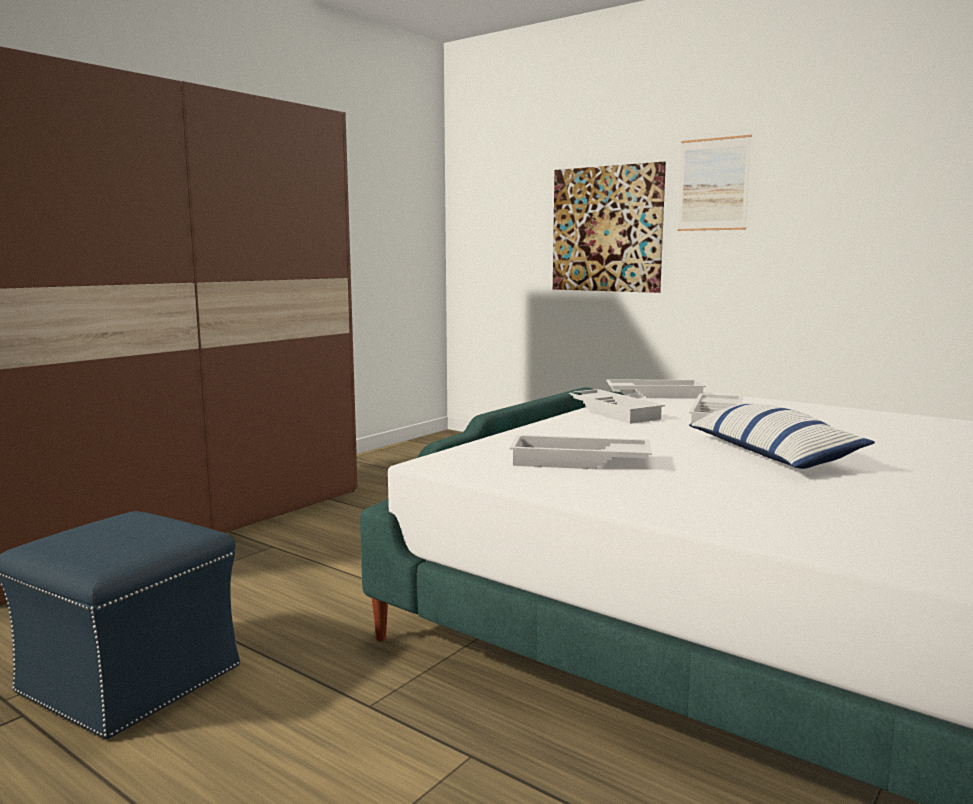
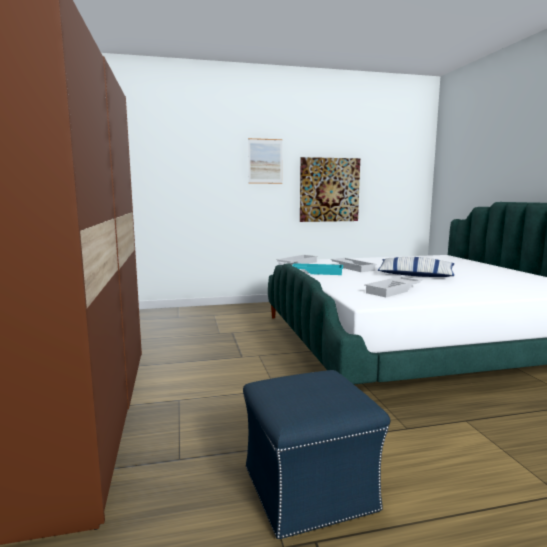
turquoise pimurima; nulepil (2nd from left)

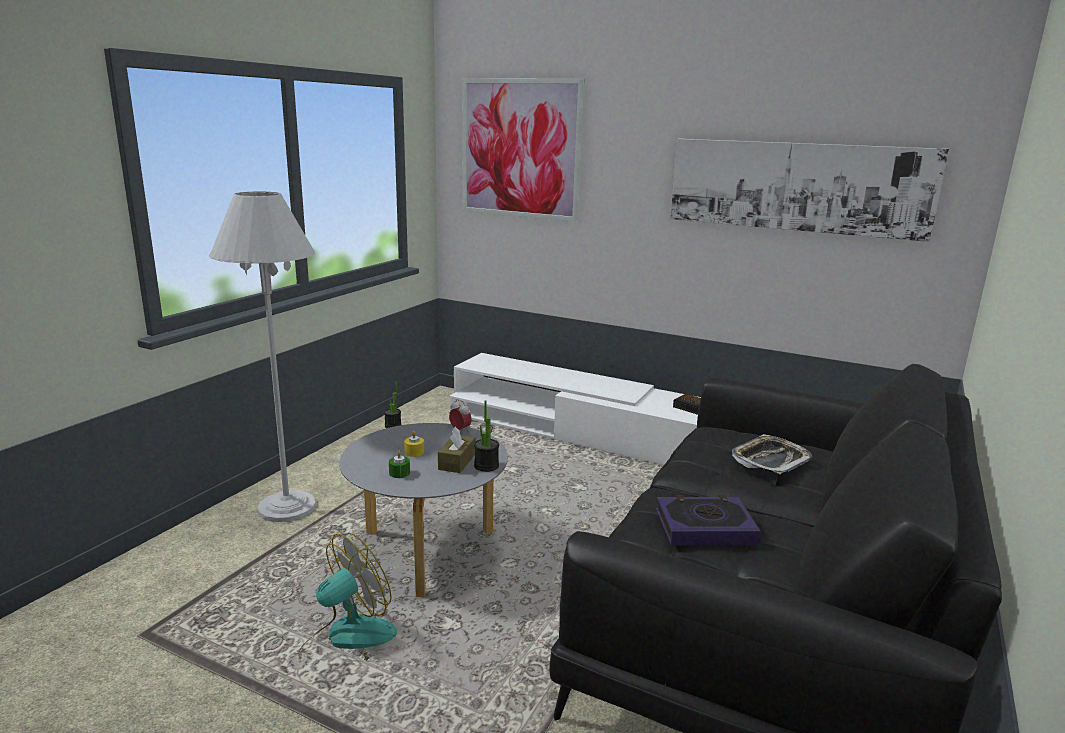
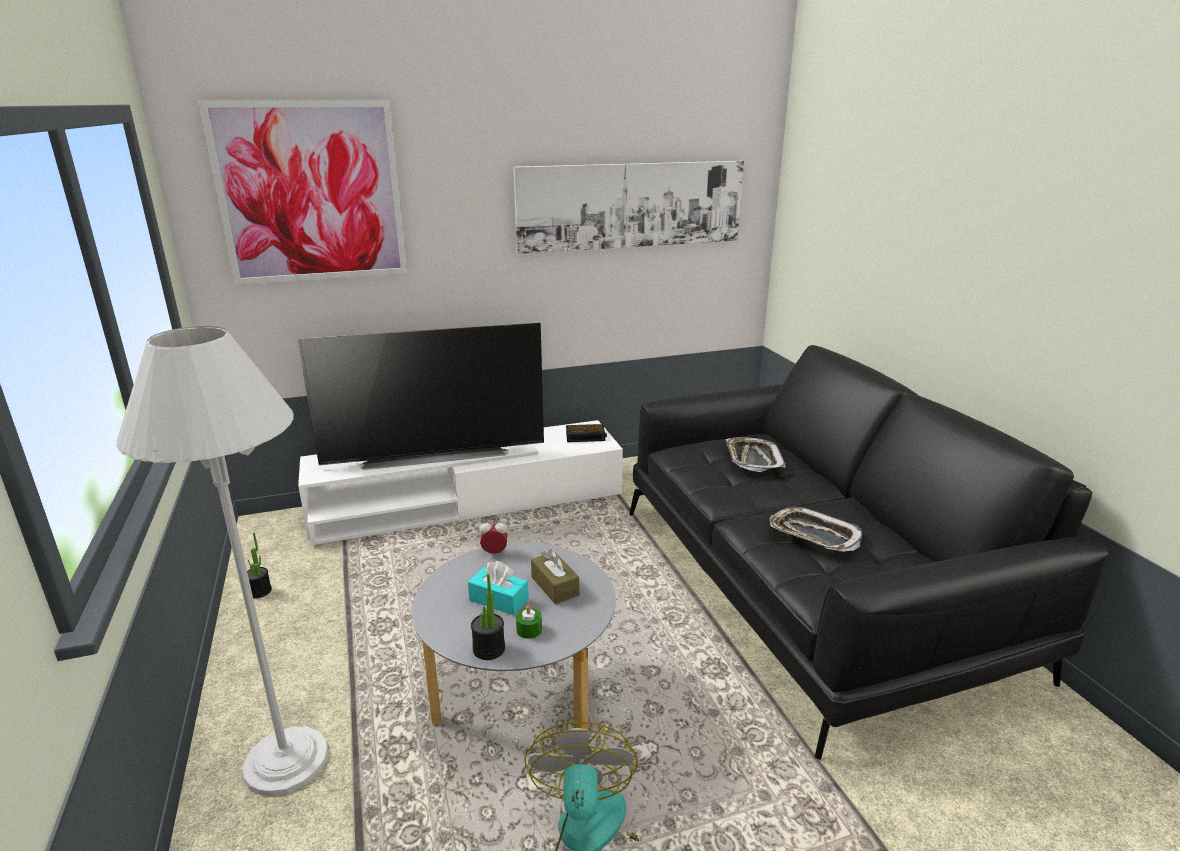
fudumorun; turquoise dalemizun; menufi (2nd from left); pimurima (2nd from left)

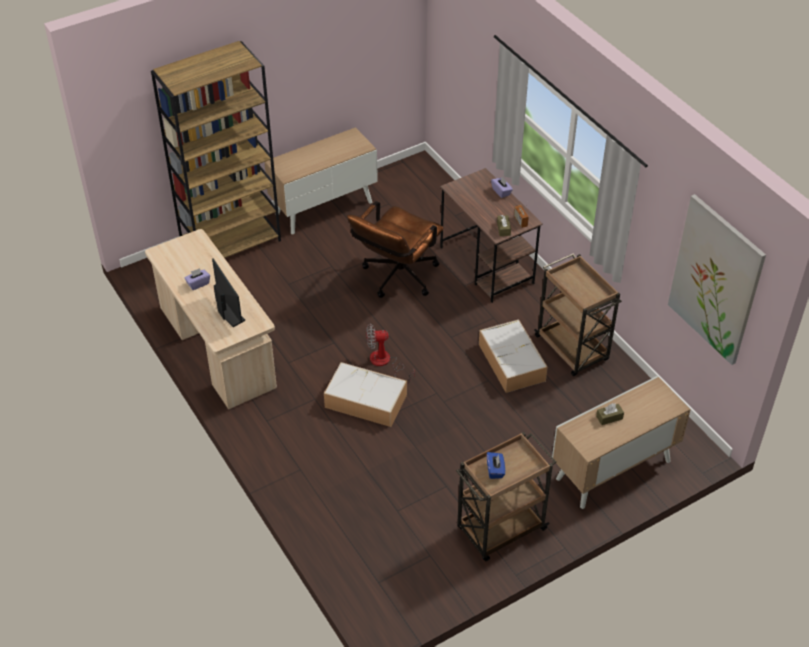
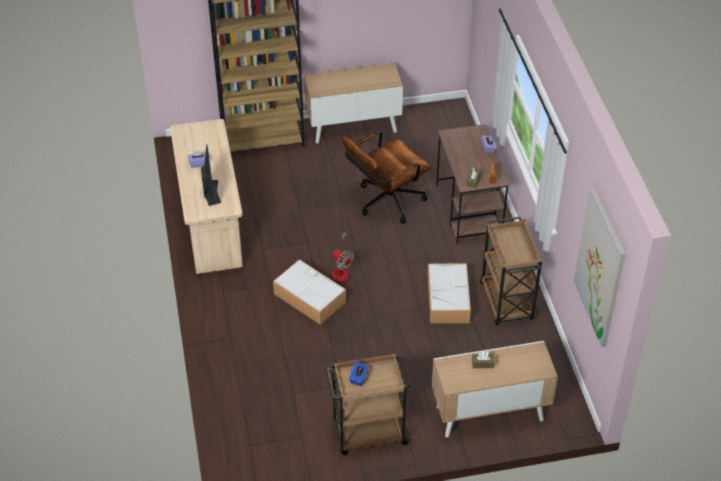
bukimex

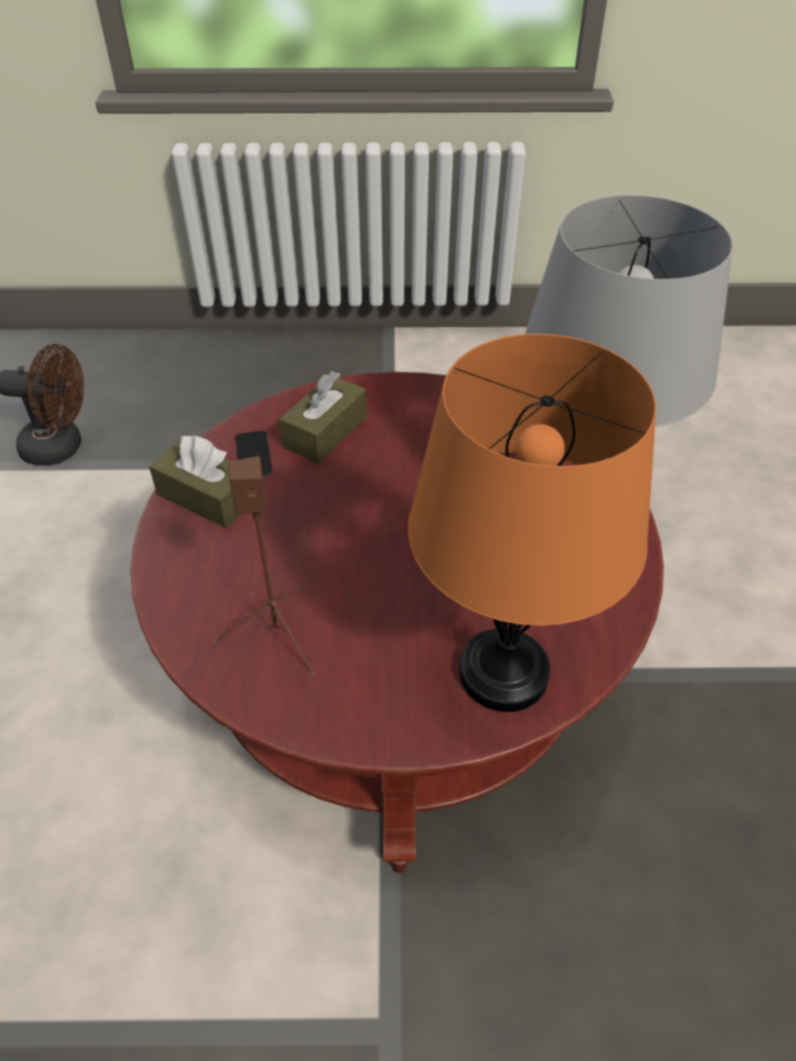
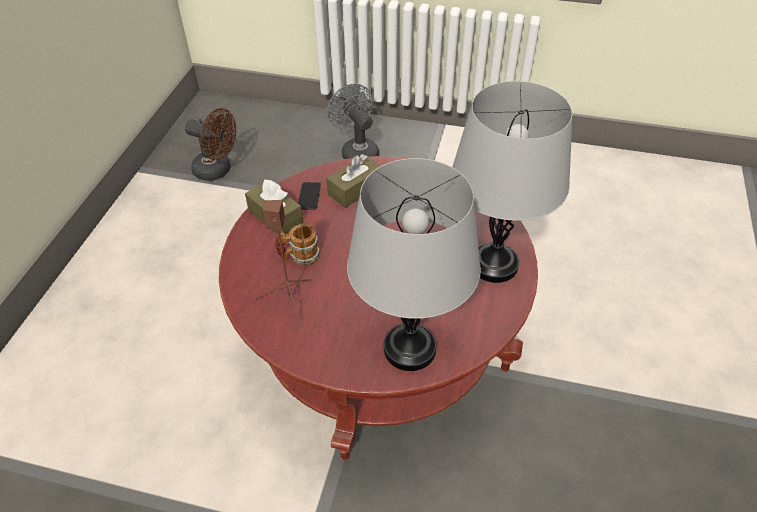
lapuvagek; grey bukimex; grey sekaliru (1st from left)

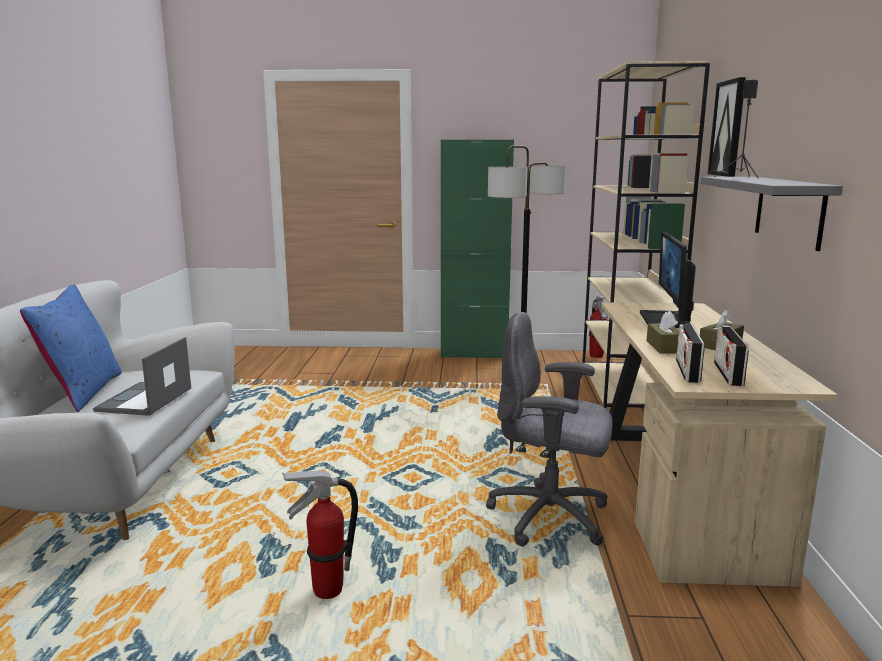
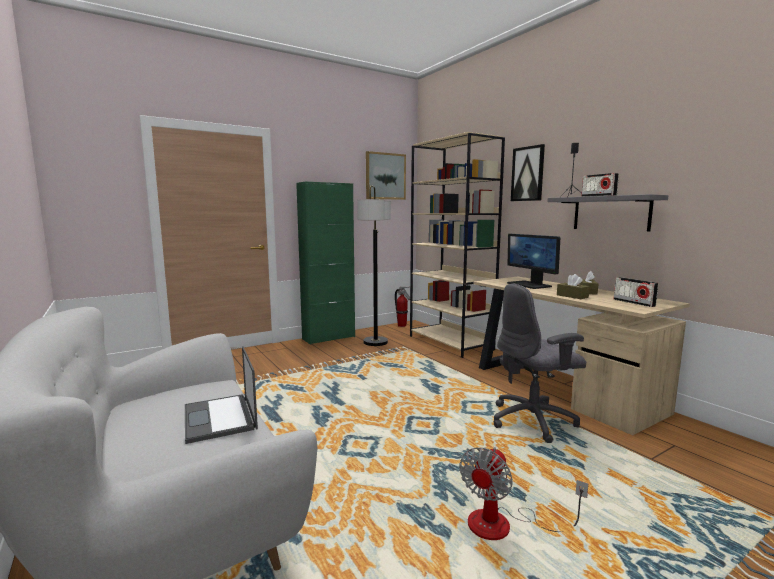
nulepil (1st from left); bukimex; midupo (1st from left); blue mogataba

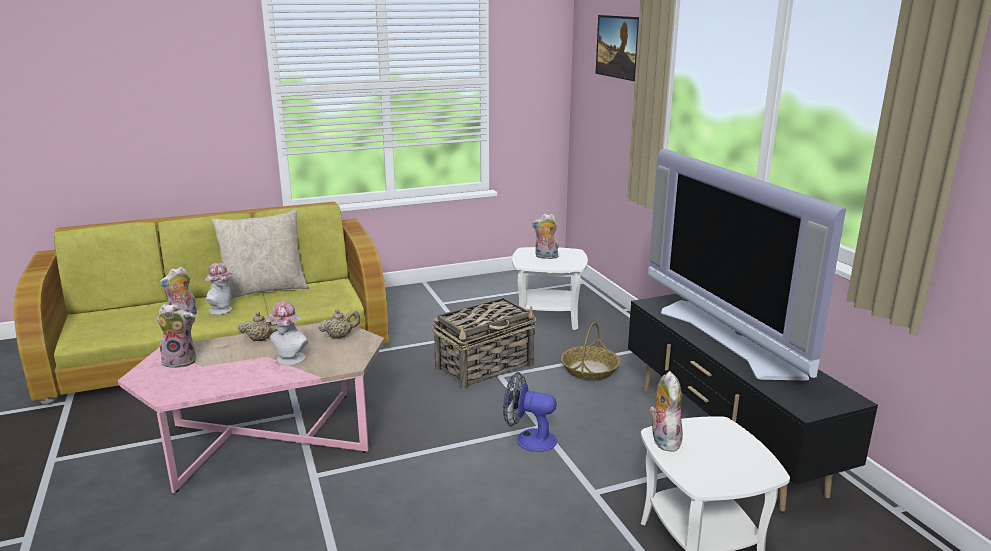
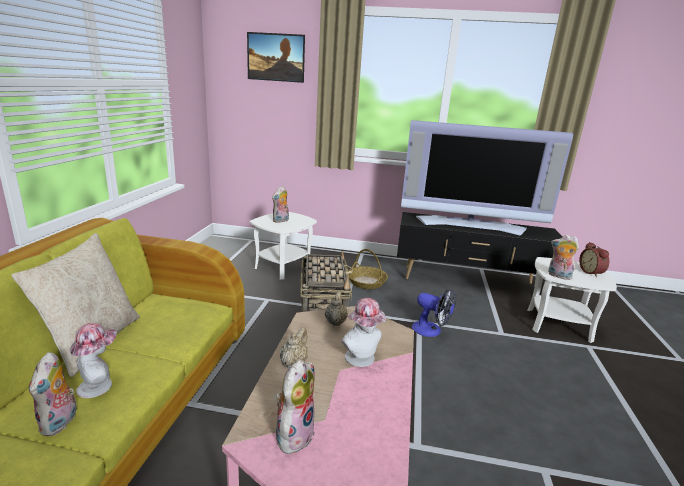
bukimex; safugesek

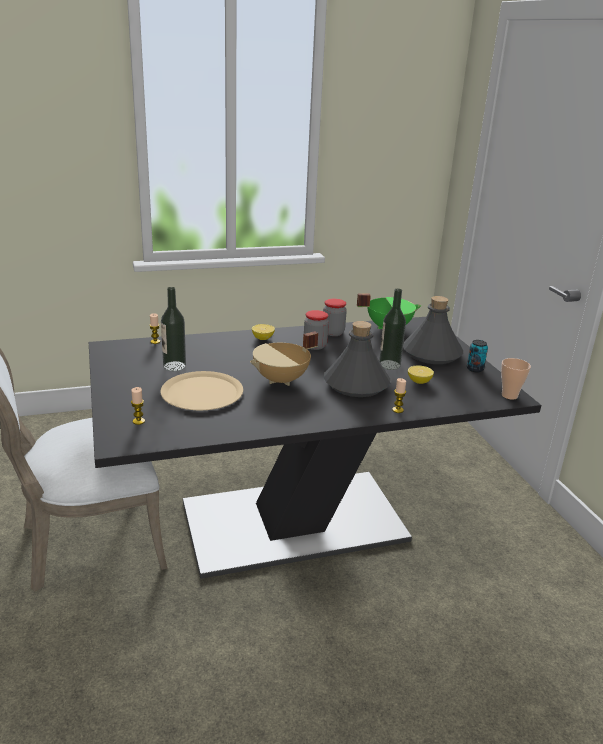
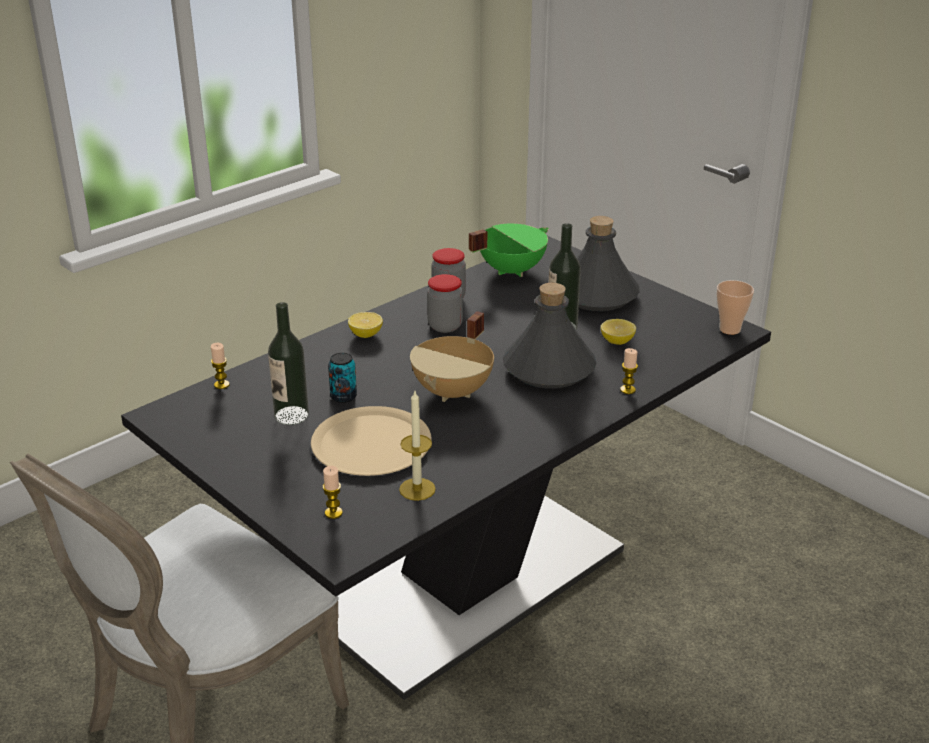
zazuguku; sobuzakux (3rd from left)

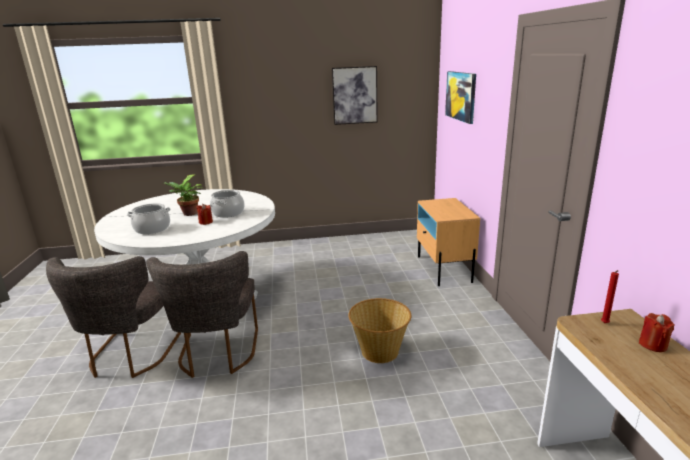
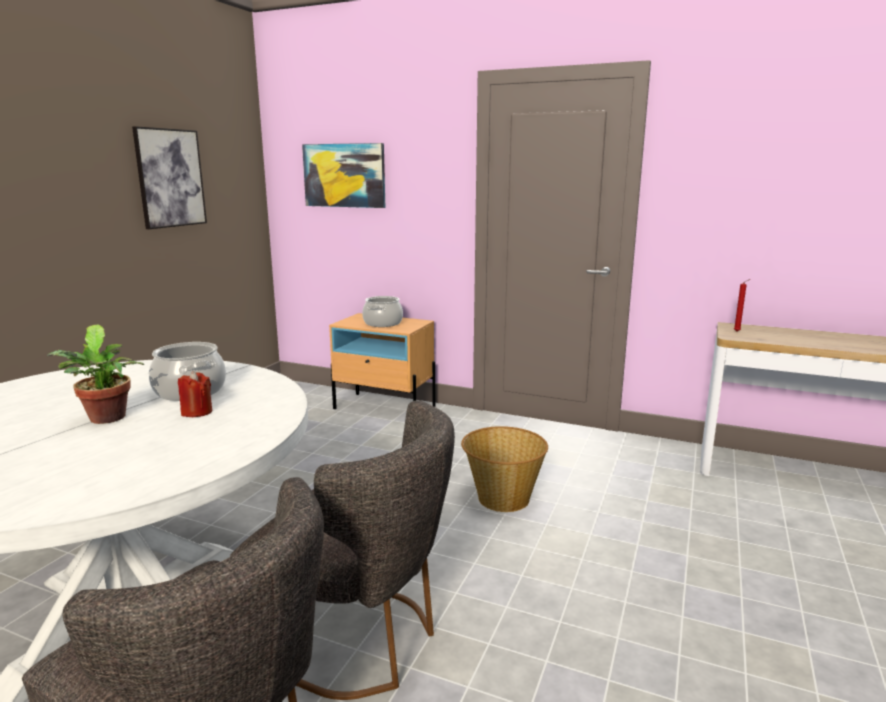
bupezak (2nd from left); red sobuzakux (3rd from left in the first image)

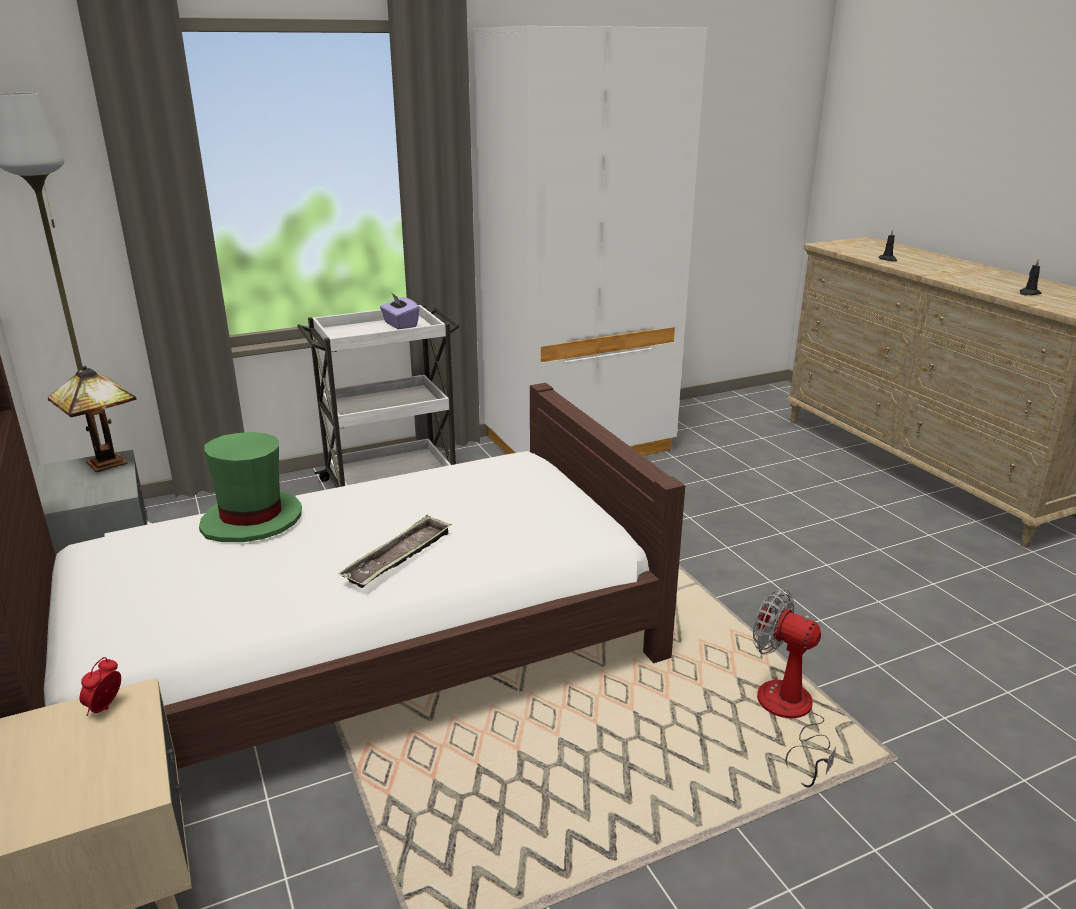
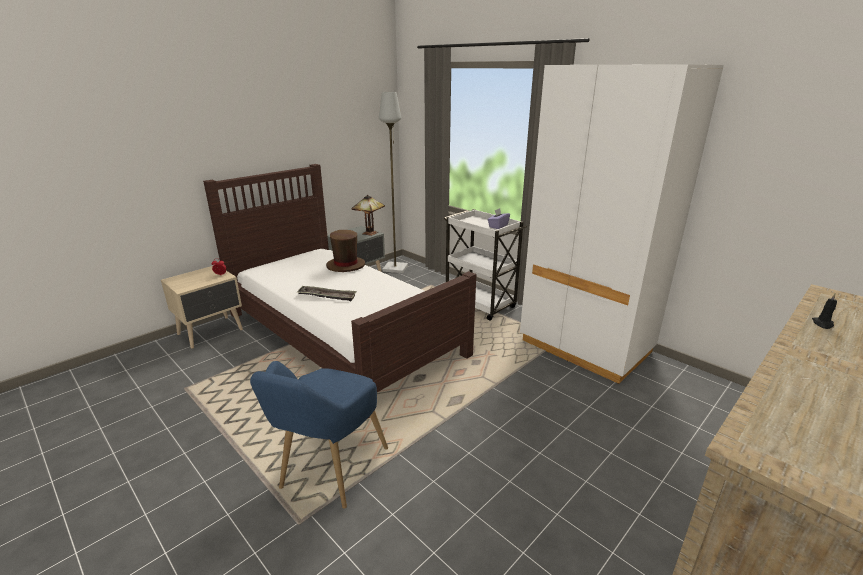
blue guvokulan; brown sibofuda; black sobuzakux (2nd from left in the first image)

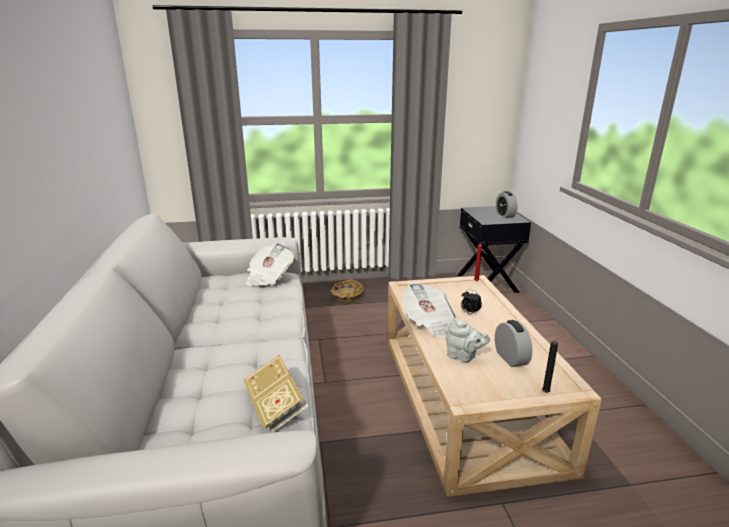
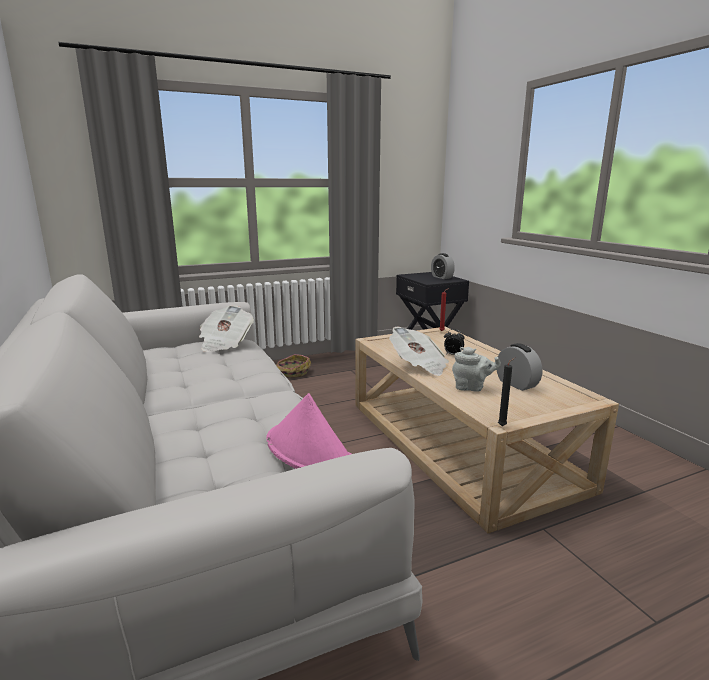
pink sibofuda; black sobuzakux

